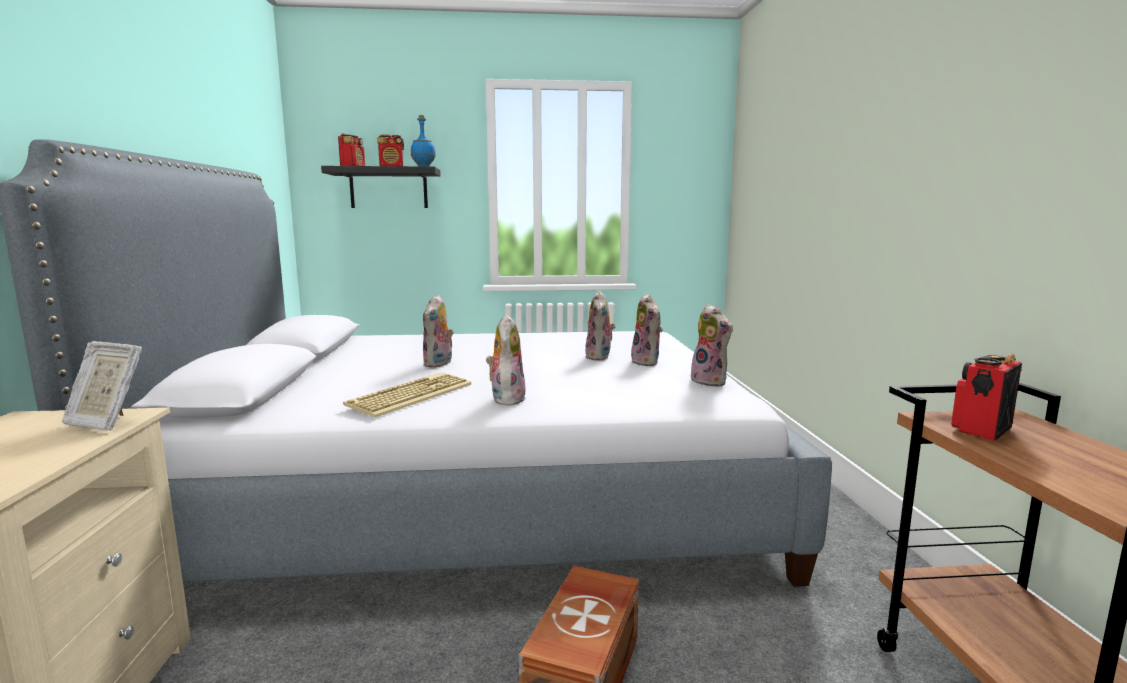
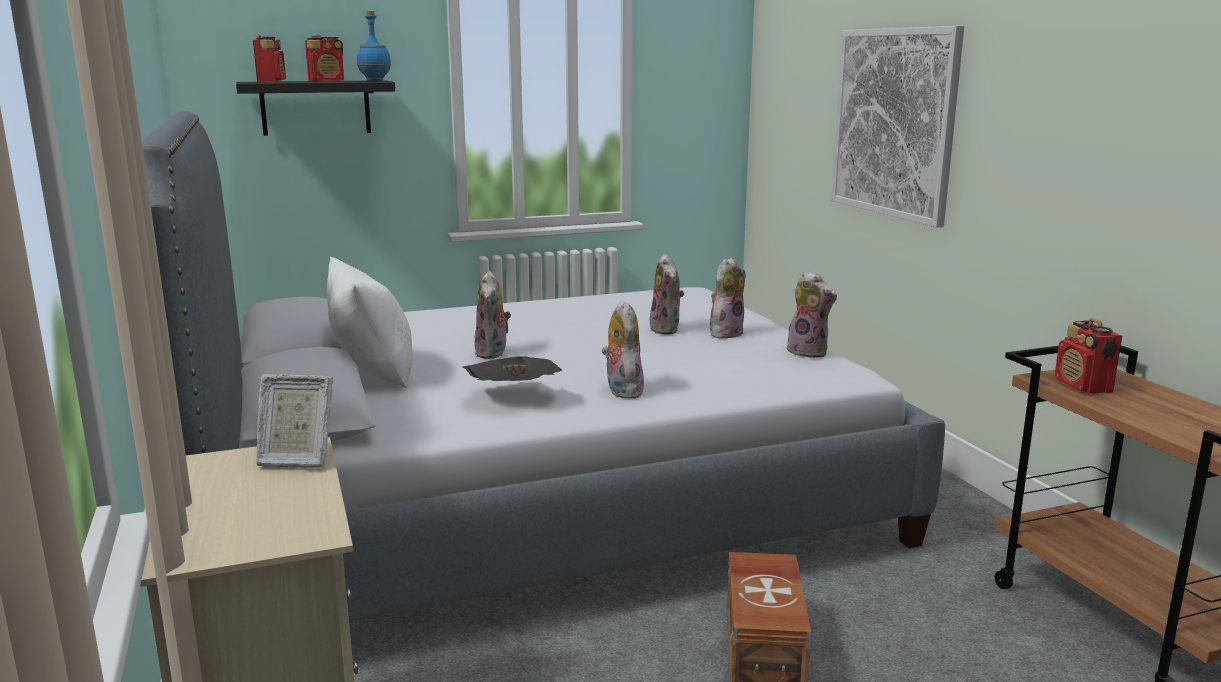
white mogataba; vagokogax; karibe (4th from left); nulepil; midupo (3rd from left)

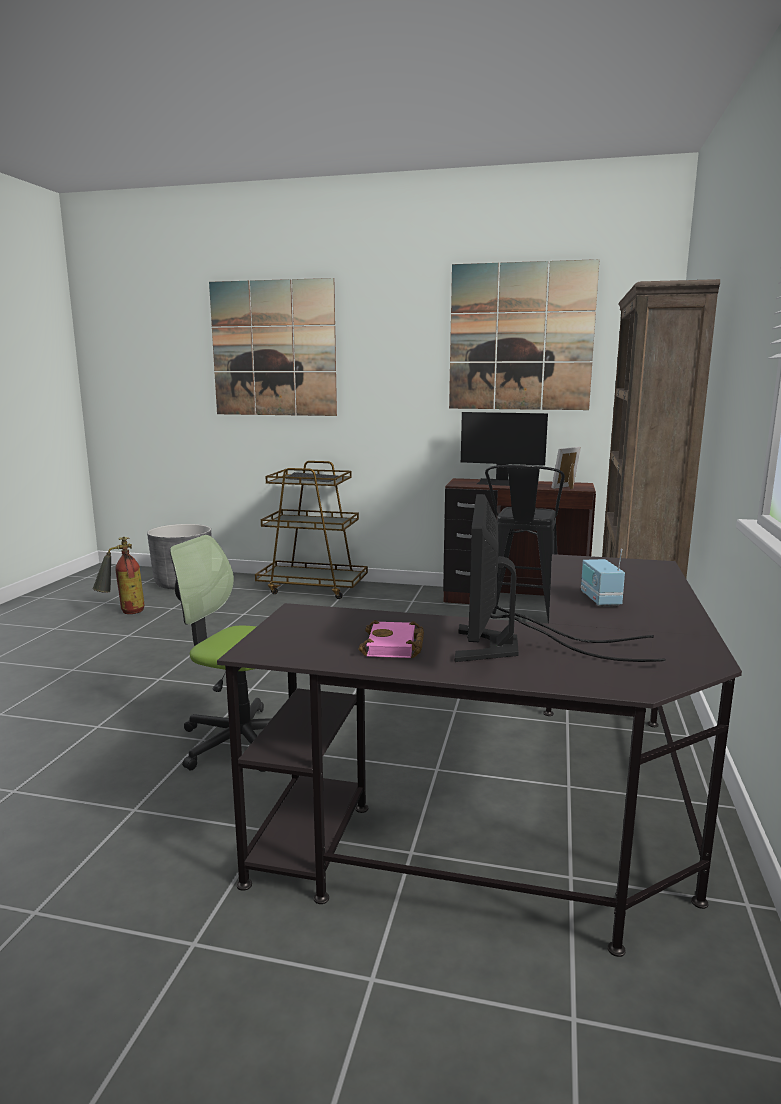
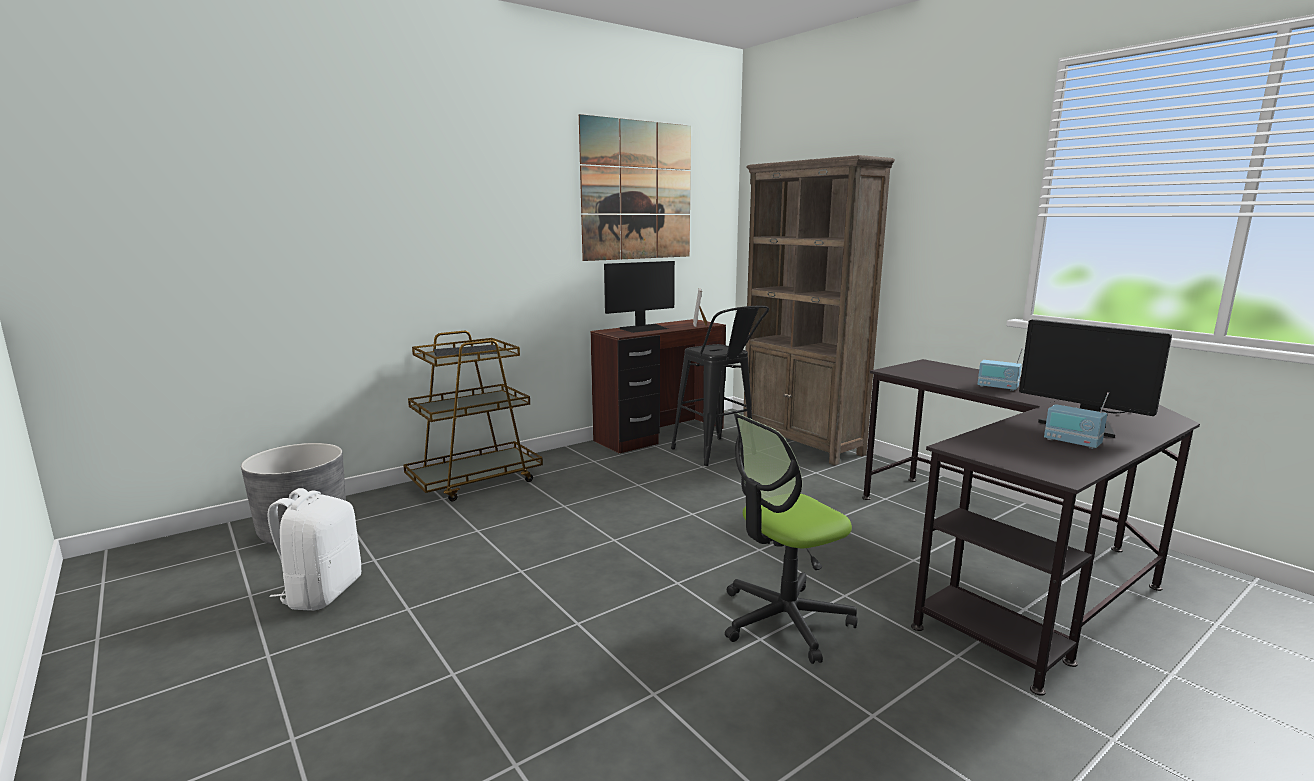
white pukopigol; midupo (2nd from left); nulepil (1st from left in the first image)

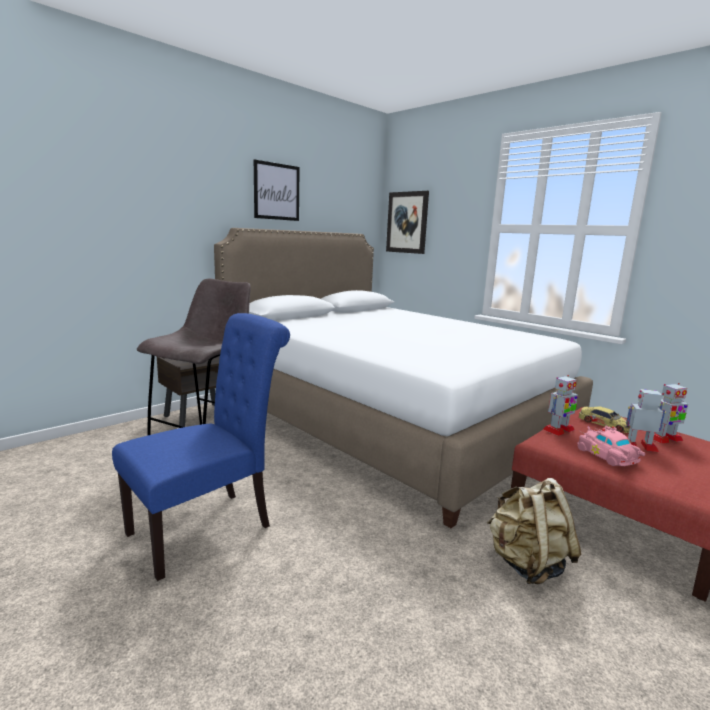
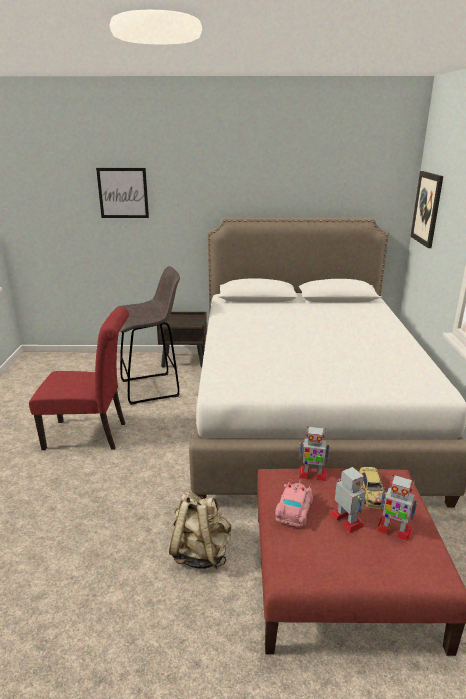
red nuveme; nulepil (1st from left)

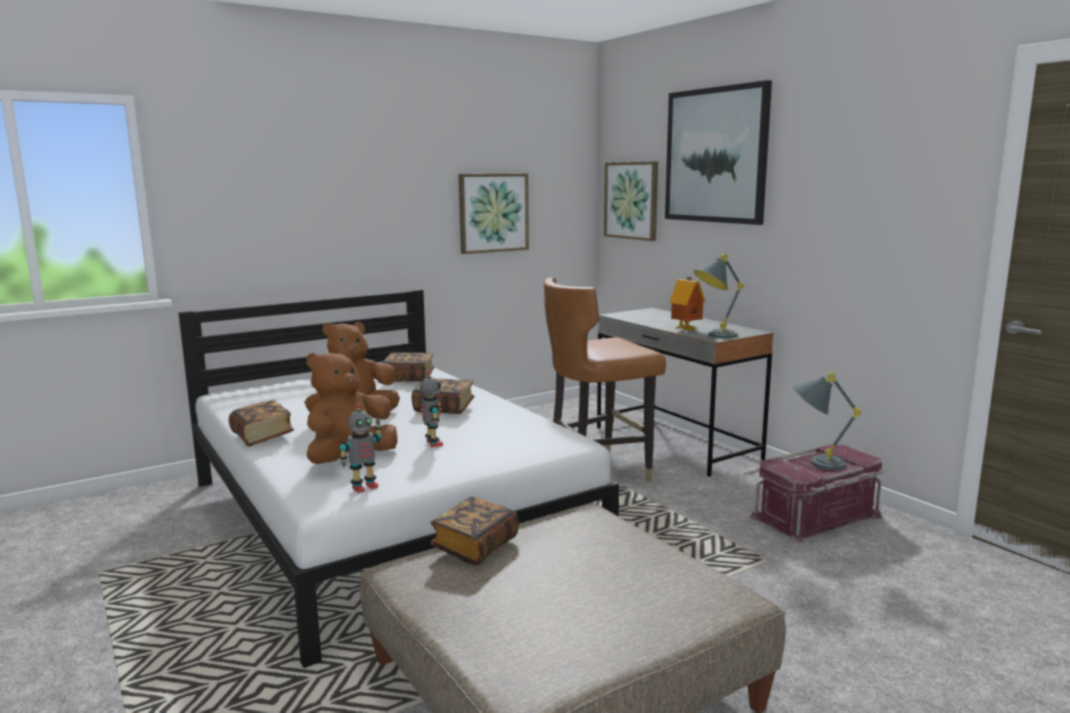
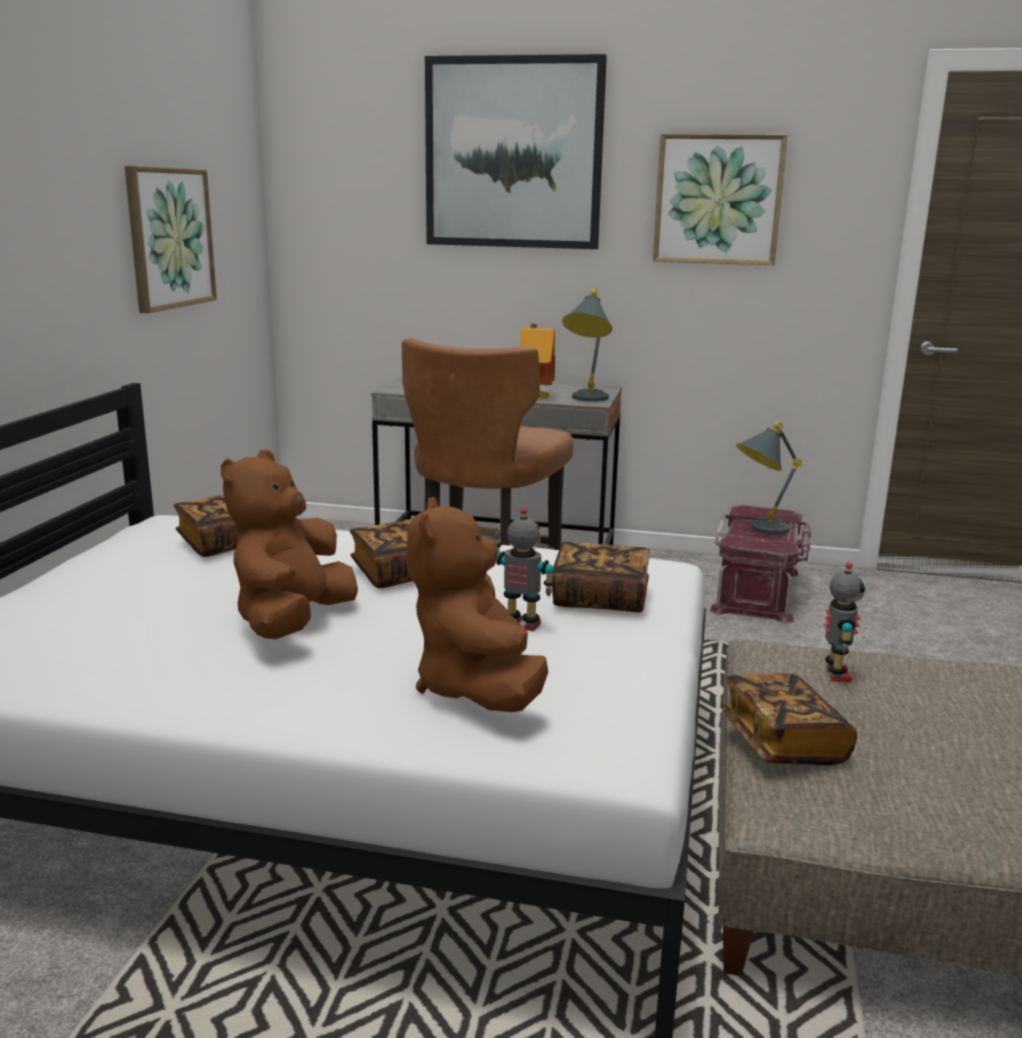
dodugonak (3rd from left); nulepil (3rd from left); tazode (2nd from left)

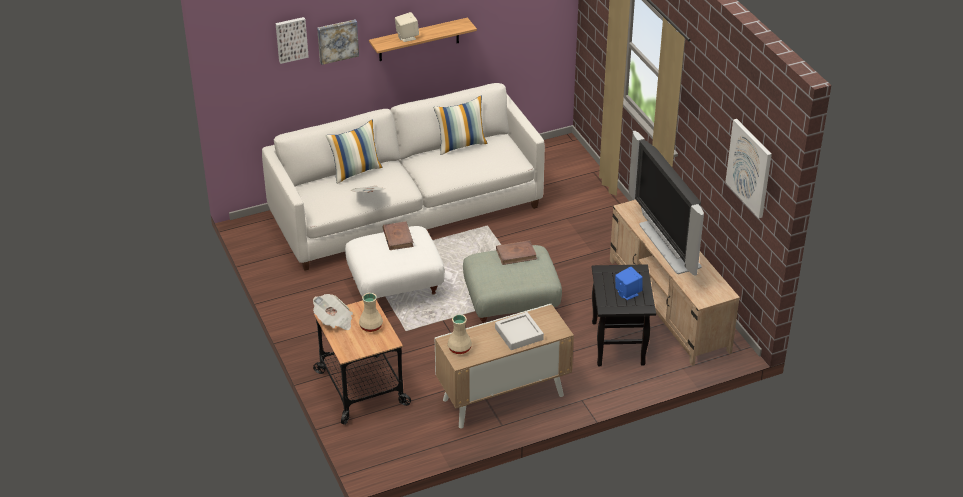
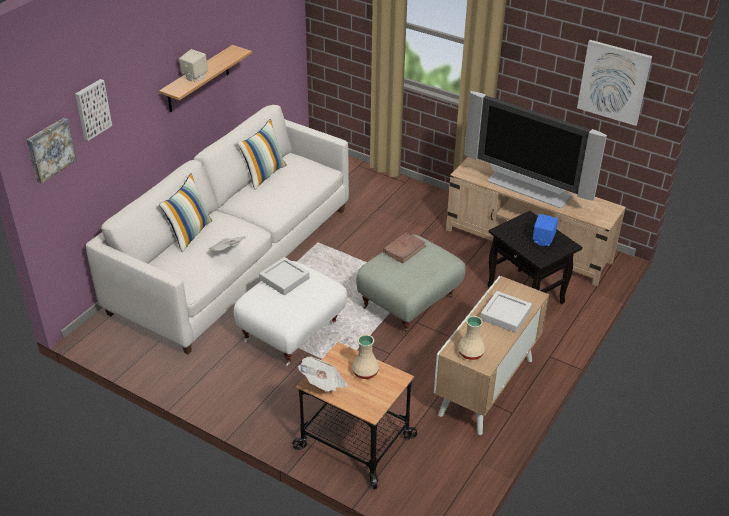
nulepil (1st from left); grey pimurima (1st from left)

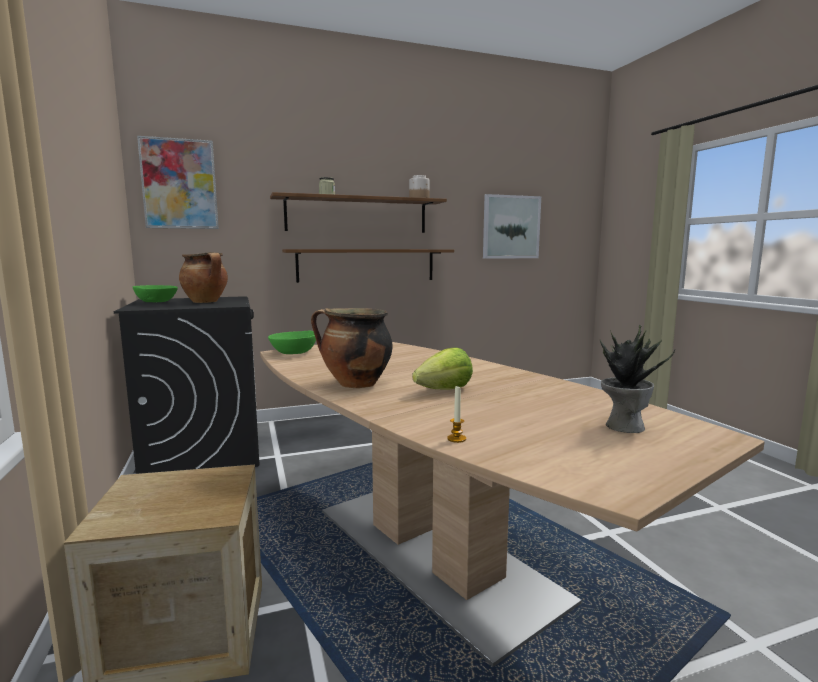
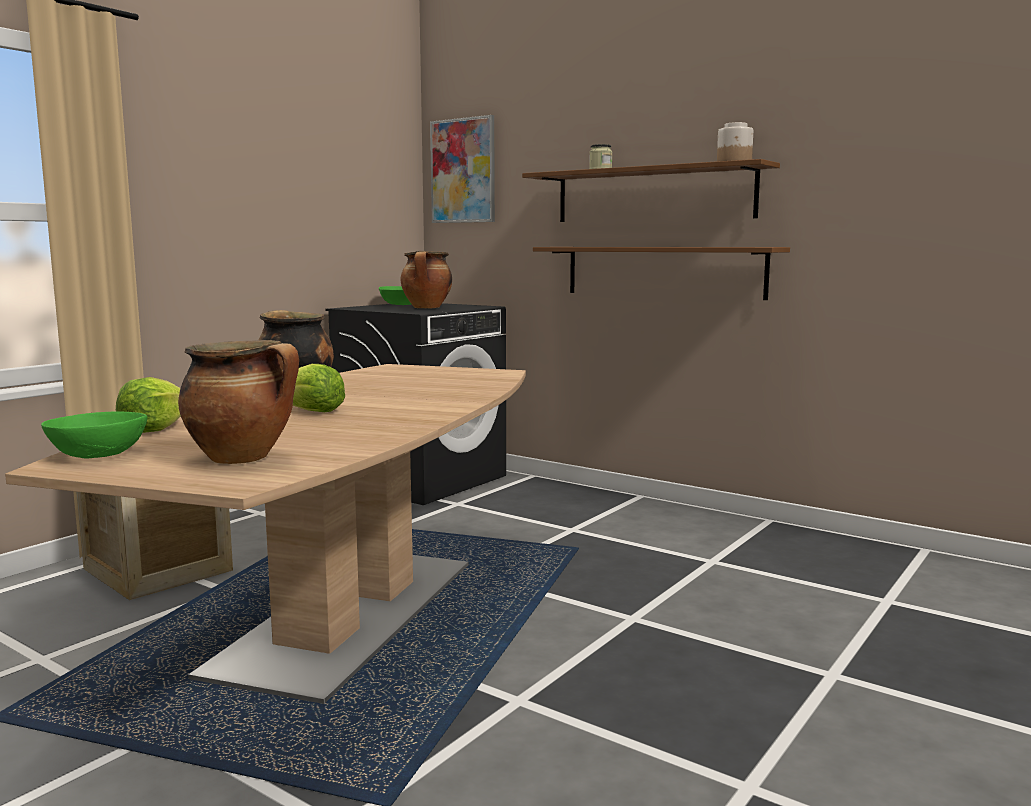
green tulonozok (1st from left); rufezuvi (1st from left); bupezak (1st from left); nulepil (2nd from left in the first image)

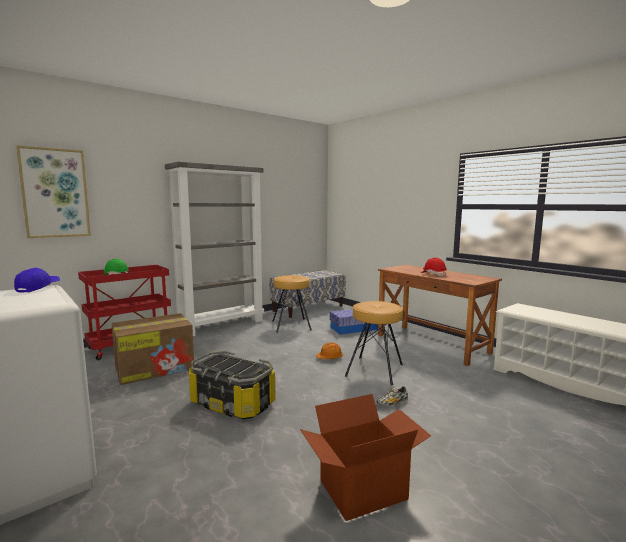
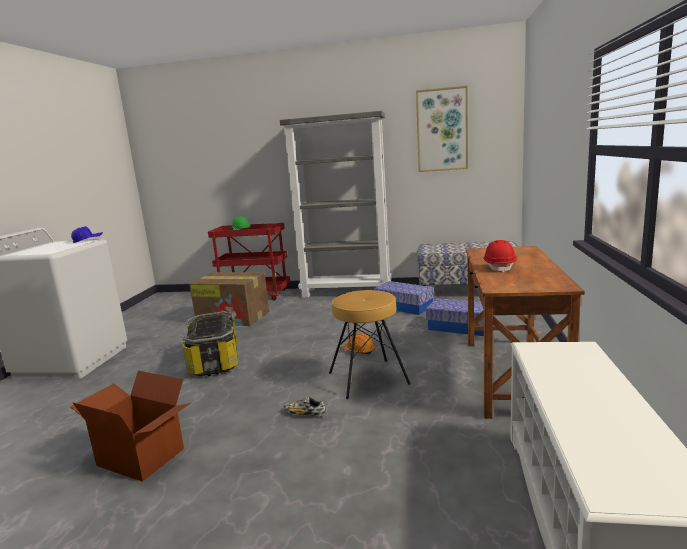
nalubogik (2nd from left); nulepil

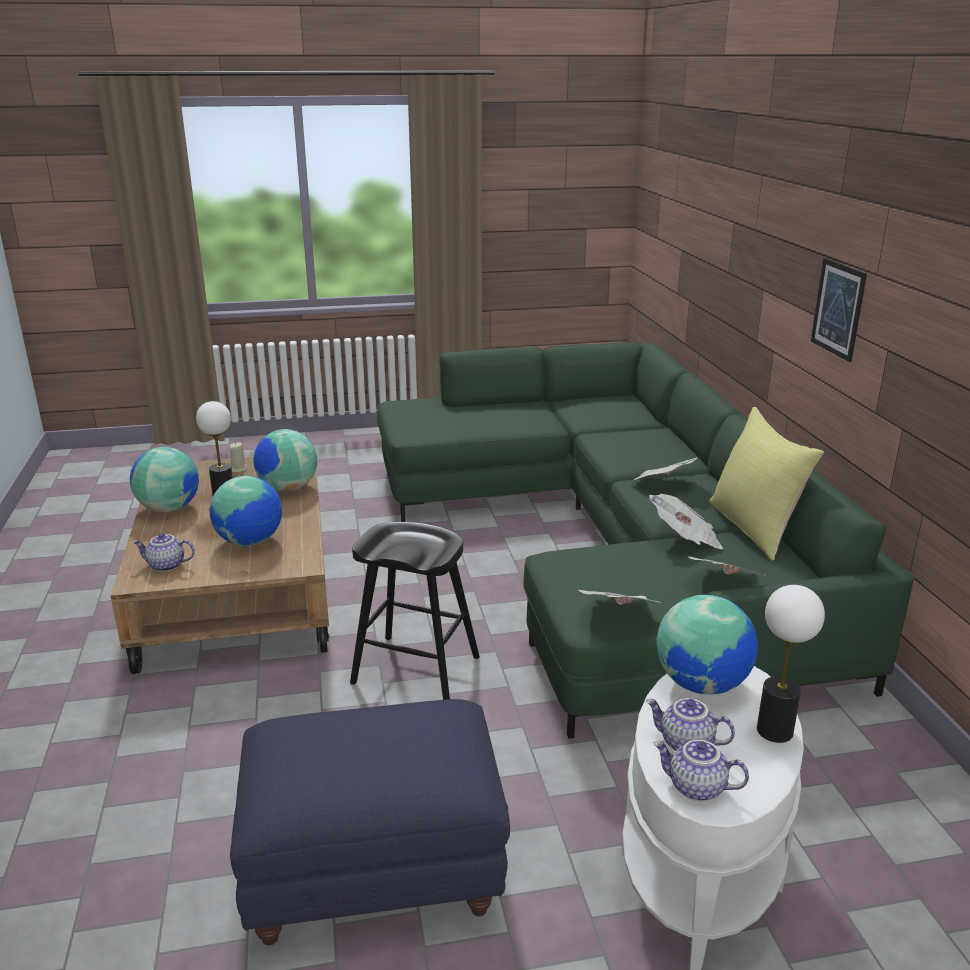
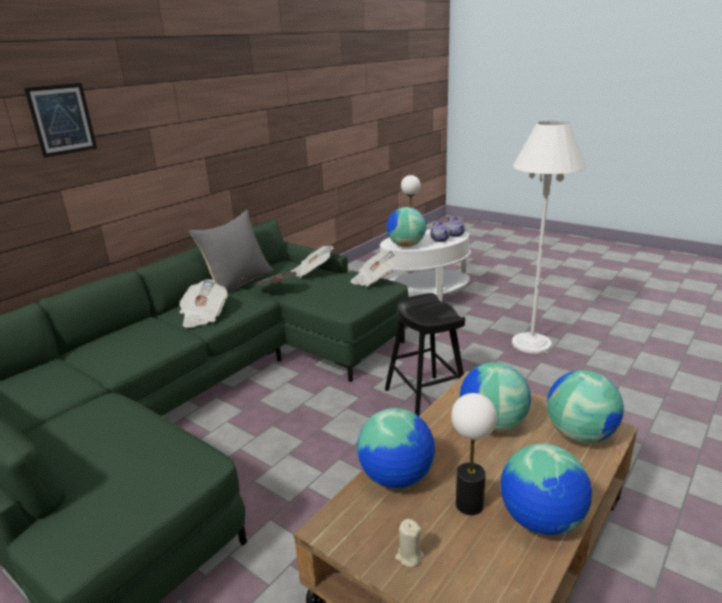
nulepil; grey mogataba; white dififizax; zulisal (5th from left)

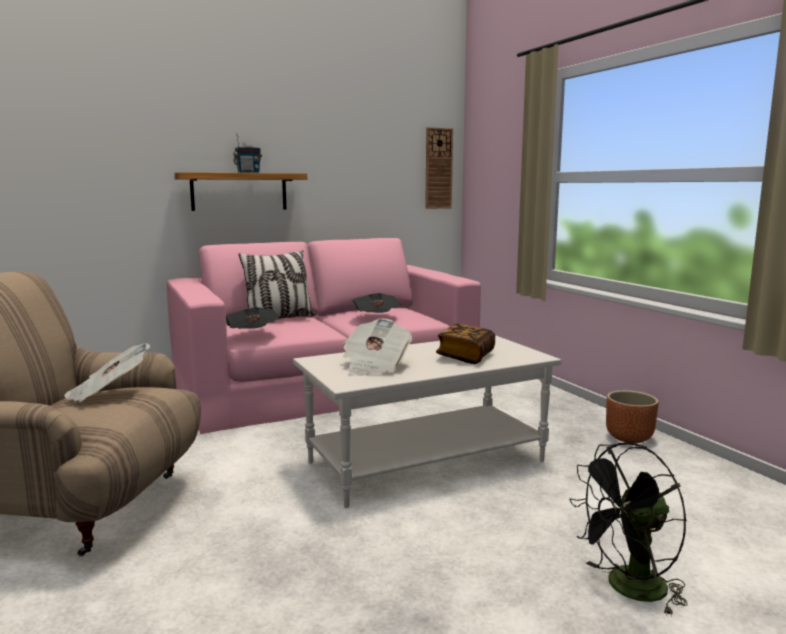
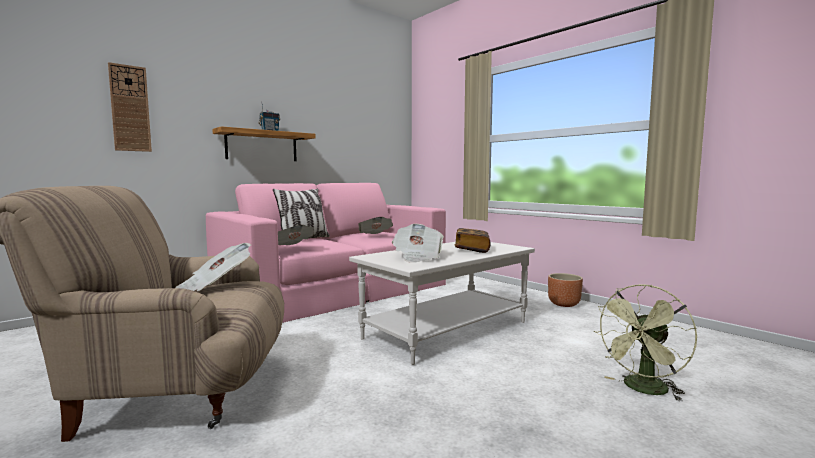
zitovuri; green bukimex

